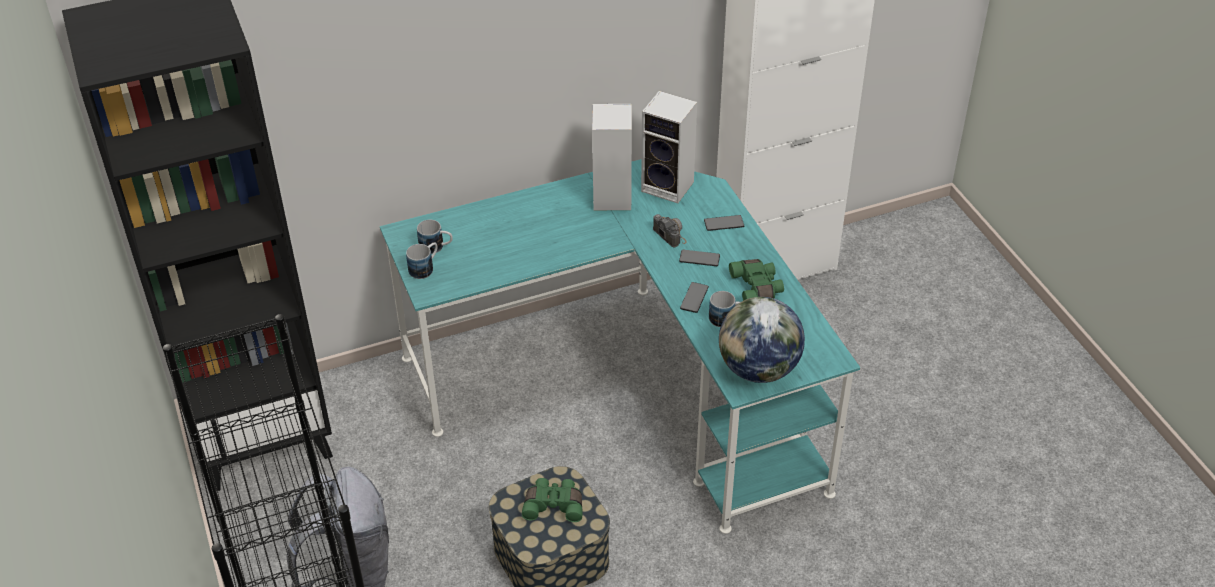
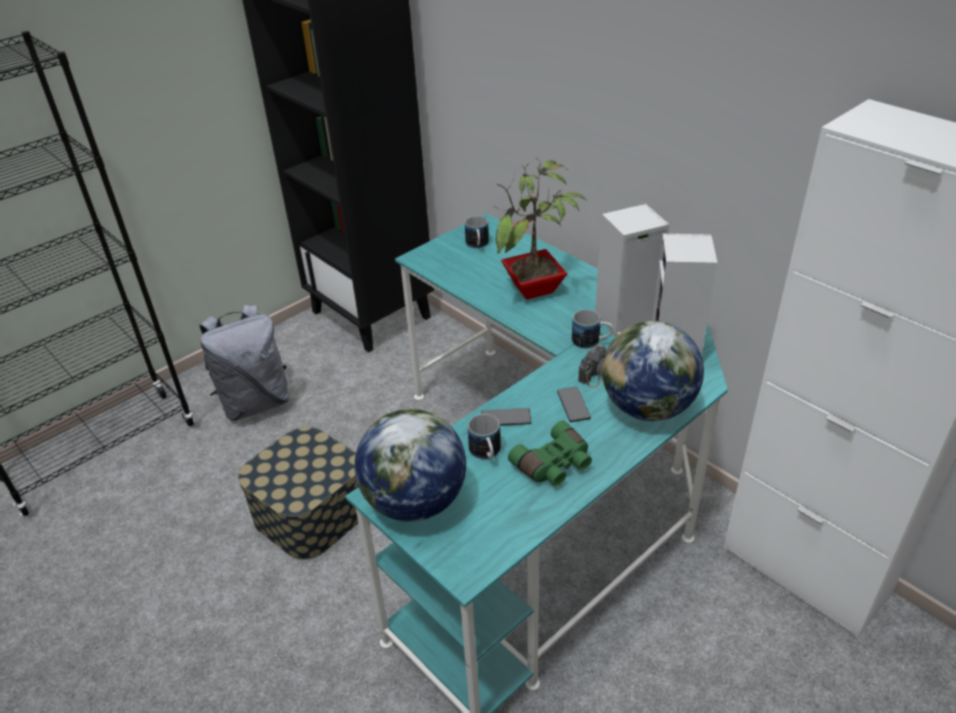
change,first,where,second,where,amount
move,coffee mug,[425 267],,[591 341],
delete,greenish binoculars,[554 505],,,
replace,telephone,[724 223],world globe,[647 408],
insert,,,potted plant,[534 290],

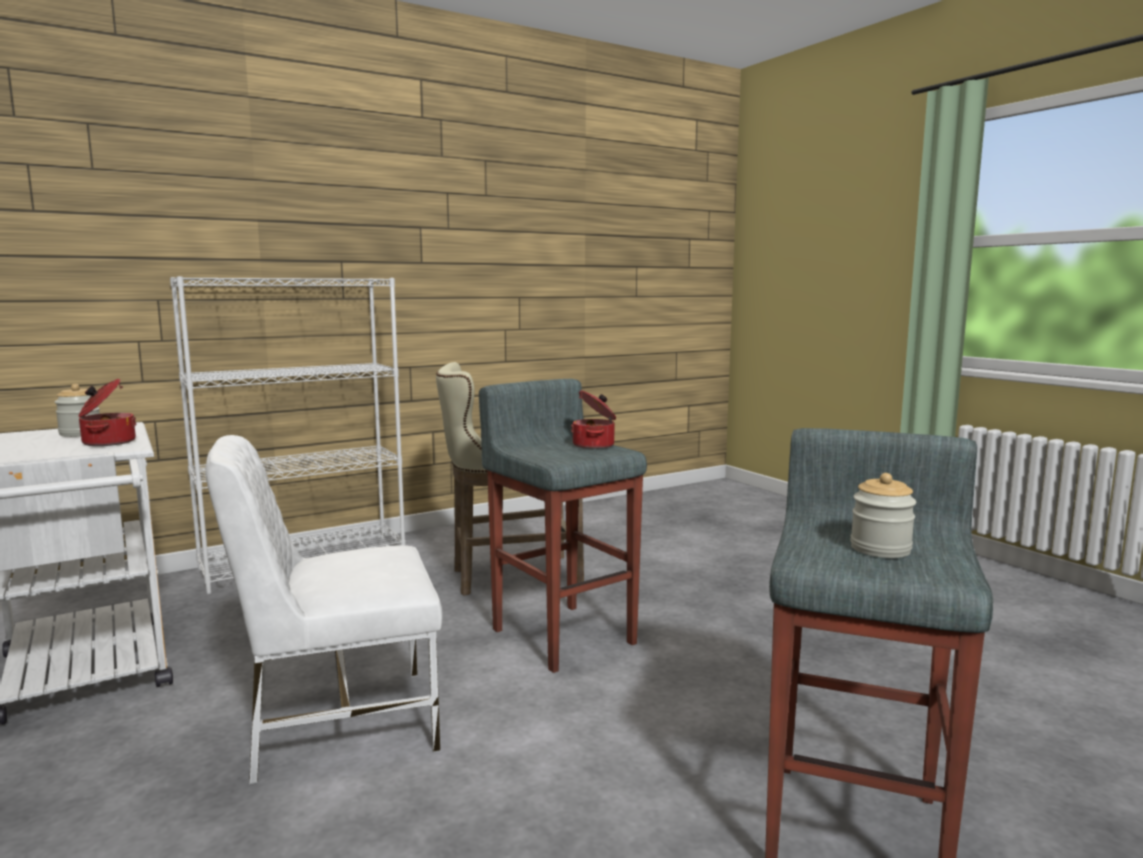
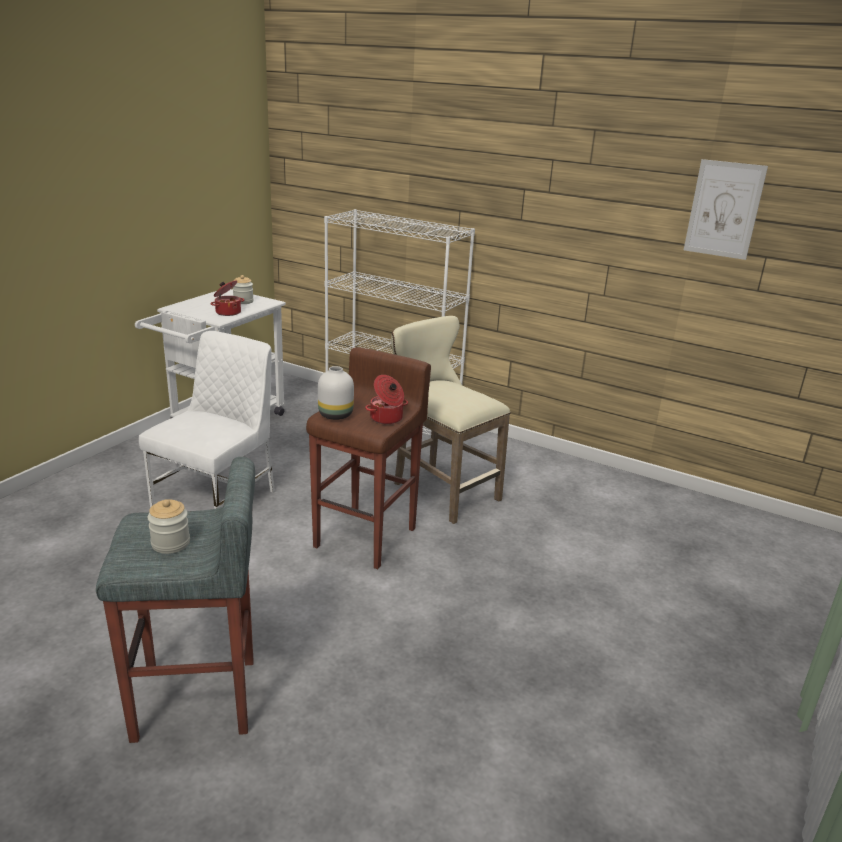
change,first,where,second,where,amount
rotate,white chair,[339 724],,[218 499],75 degrees clockwise
recolor,gray stool seat,[563 635],brown-coloured stool seat,[367 537],
insert,,,white vase,[335 415],
insert,,,picture,[724 209],

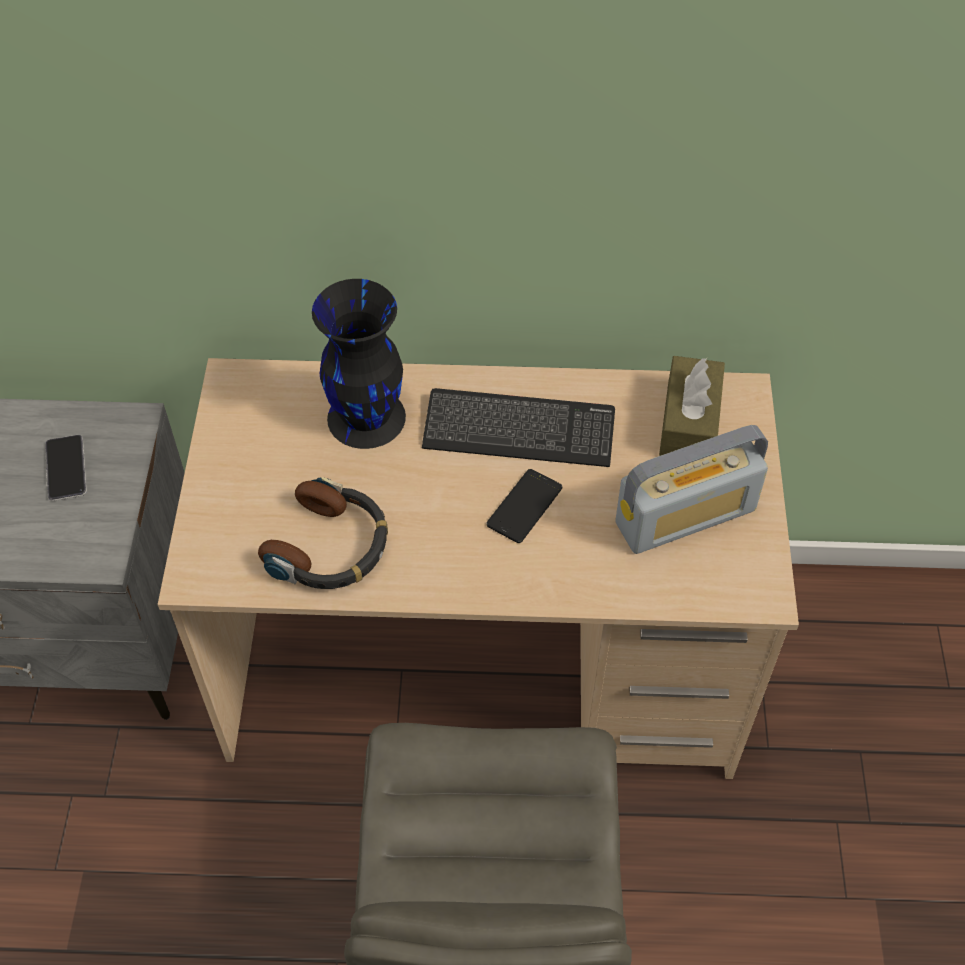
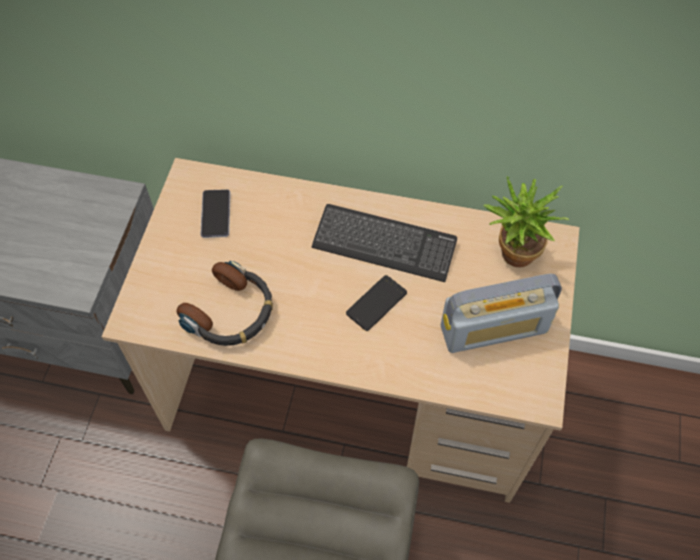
change,first,where,second,where,amount
move,telephone,[66 468],,[215 214],
delete,black-coloured vase,[367 416],,,
replace,brown-coloured box of tissues,[689 422],potted plant,[511 256],

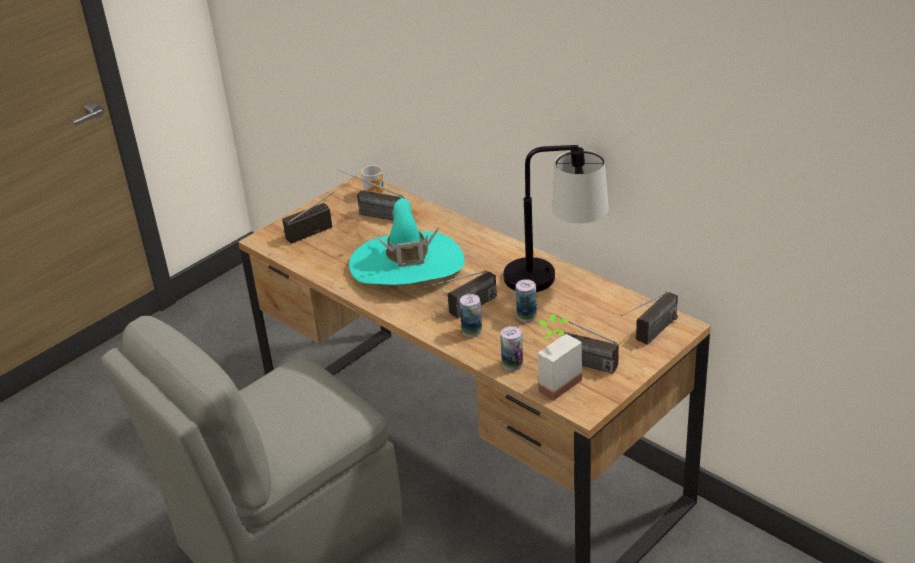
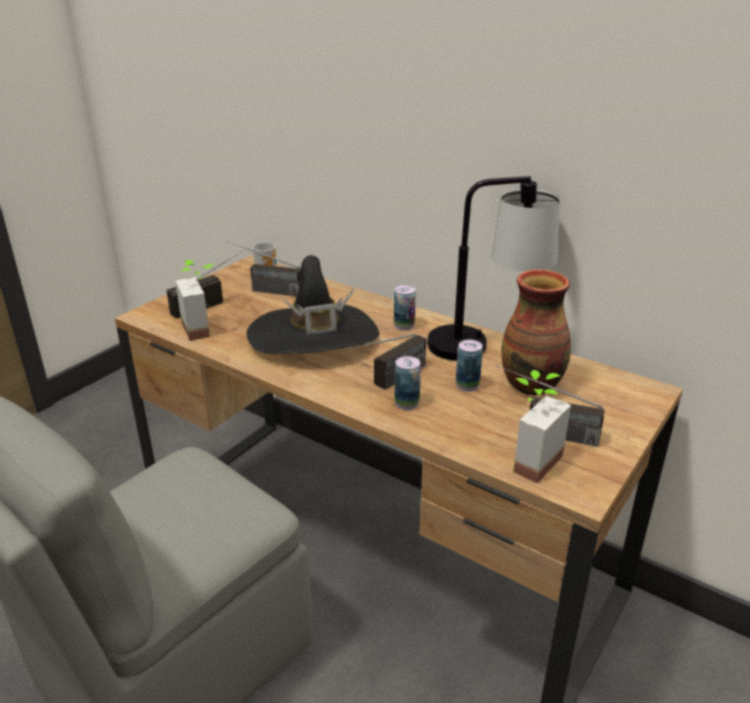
change,first,where,second,where,amount
recolor,turquoise hat,[407 265],black-coloured hat,[313 336],
move,can,[512 364],,[404 325],
delete,radio,[649 336],,,
insert,,,potted plant,[204 328],
insert,,,vase,[532 385],

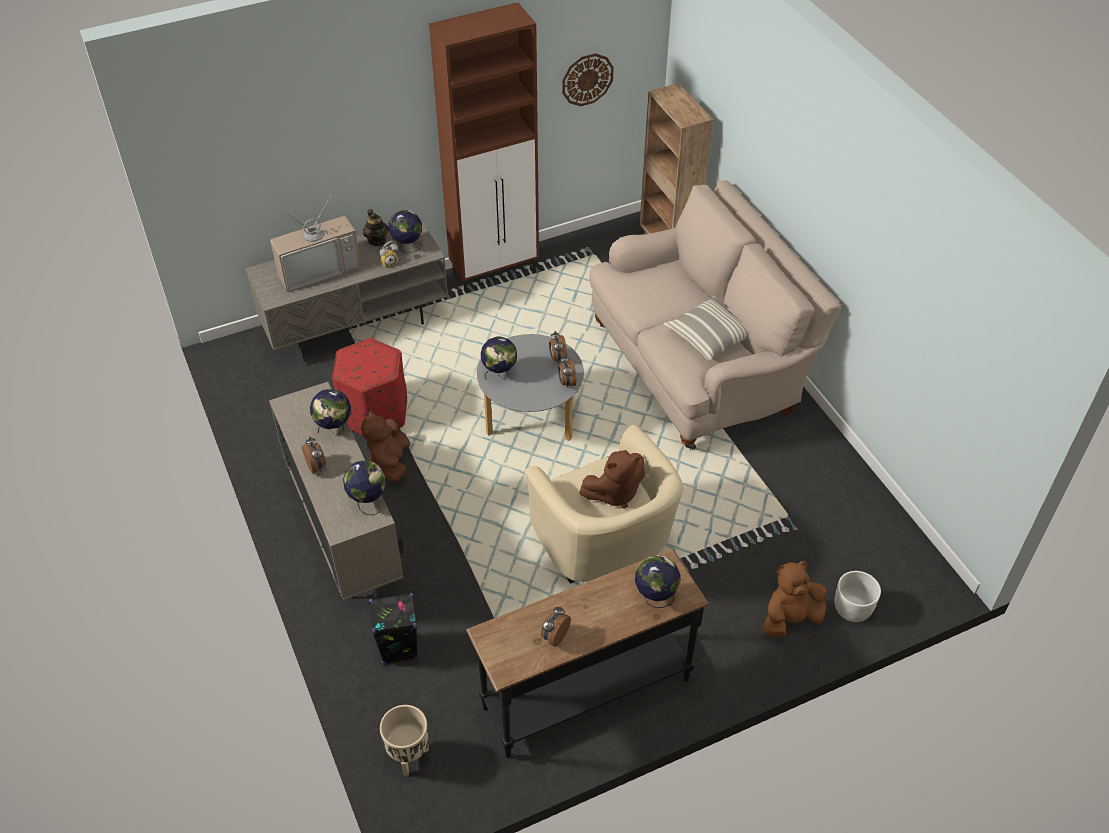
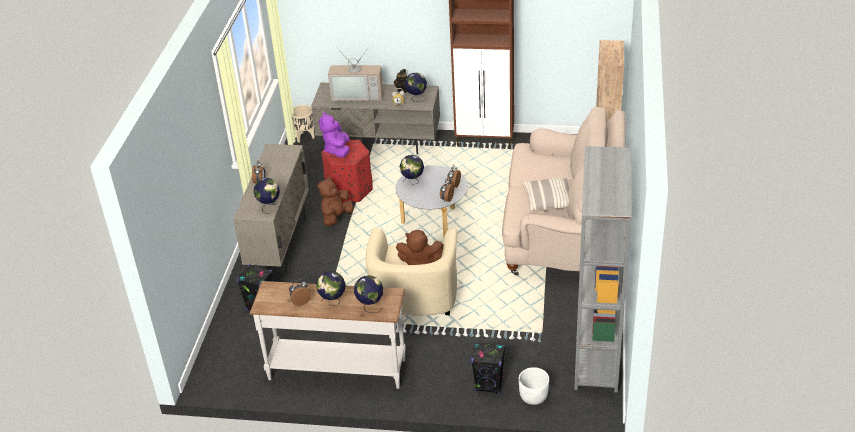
change,first,where,second,where,amount
move,world globe,[334 429],,[333 302],
move,beige-coloured planter,[409 756],,[305 137],
recolor,black-coloured console table,[585 692],white console table,[337 368],
delete,hanging clock,[587 79],,,
replace,brown-coloured soft toy,[790 618],black-coloured speaker,[489 385],
insert,,,purple soft toy,[337 150],
insert,,,gray bookshelf,[596 354],

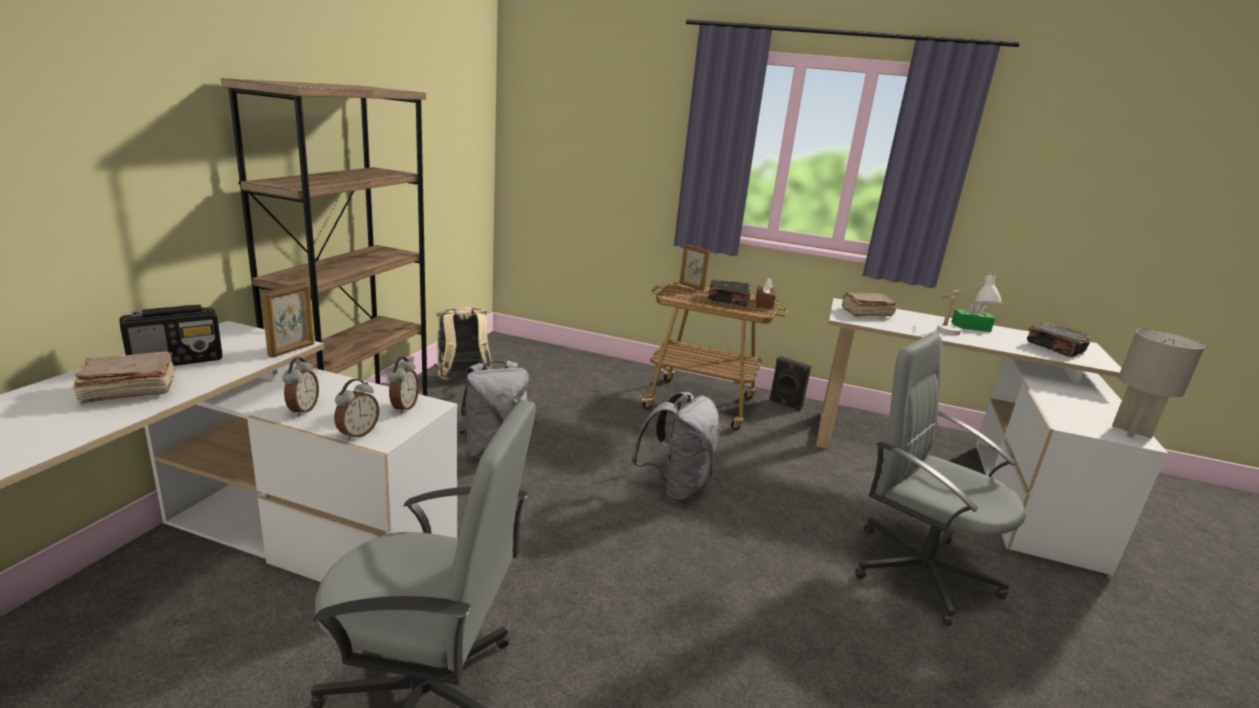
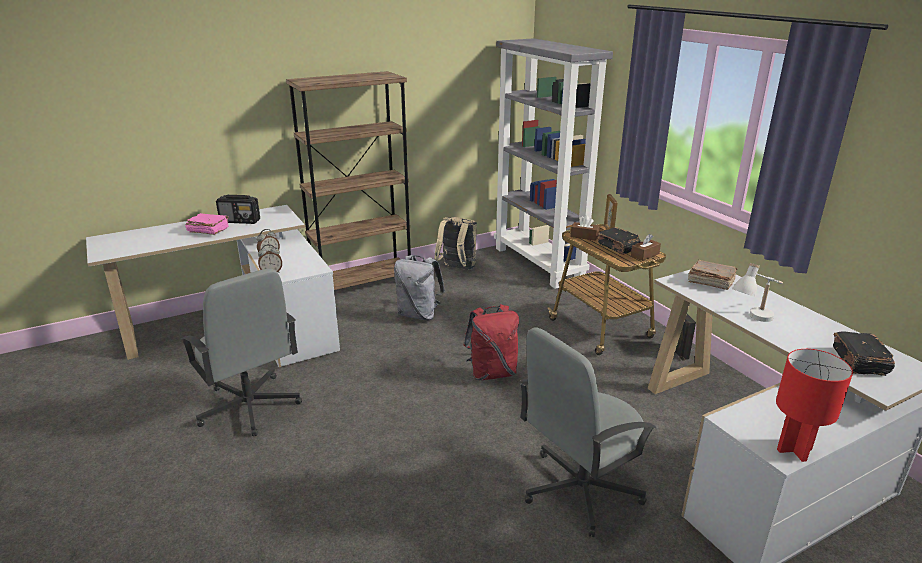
change,first,where,second,where,amount
recolor,brown-coloured bound book,[128 390],pink-coloured bound book,[208 230],
delete,photo frame,[292 350],,,
delete,table clock,[403 407],,,
recolor,gray backpack,[675 487],red backpack,[492 372],
rotate,gray office chair,[919 570],,[579 489],120 degrees counterclockwise
delete,greenish box of tissues,[970 327],,,
recolor,gray tabletop lamp,[1130 431],red tabletop lamp,[794 449],
insert,,,gray bookshelf,[539 264],
insert,,,brown-coloured box of tissues,[584 236],

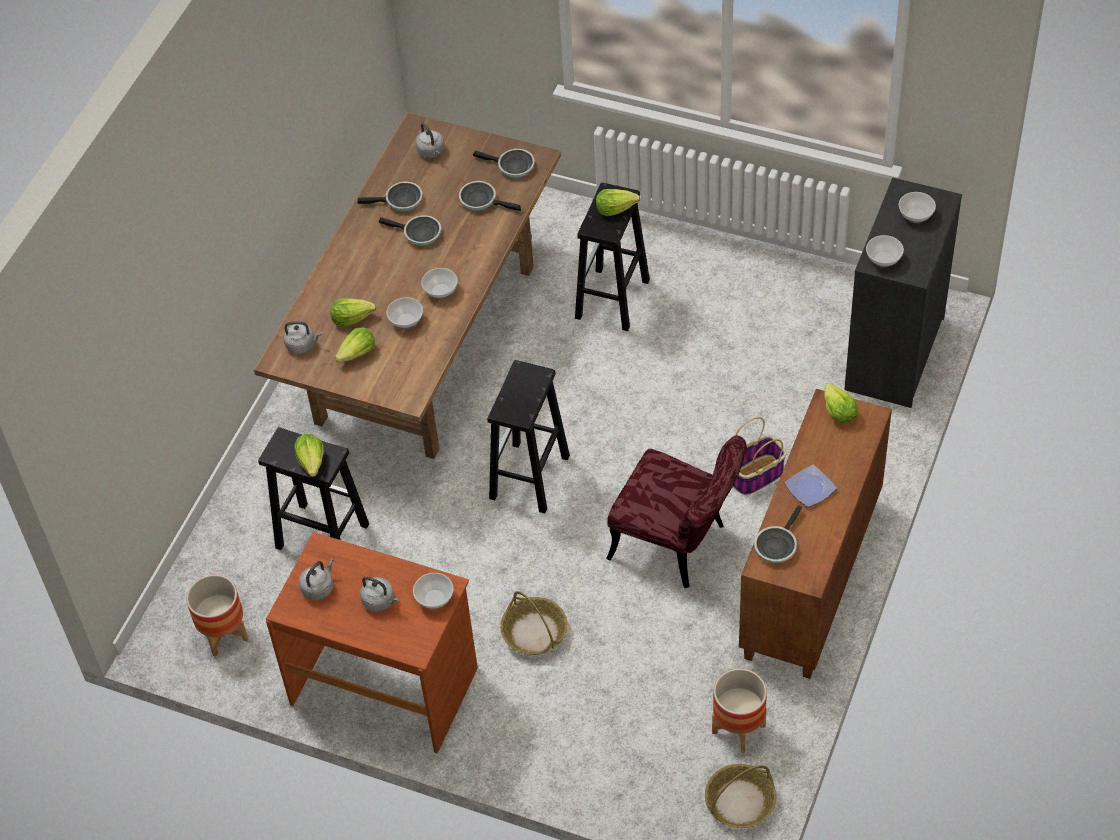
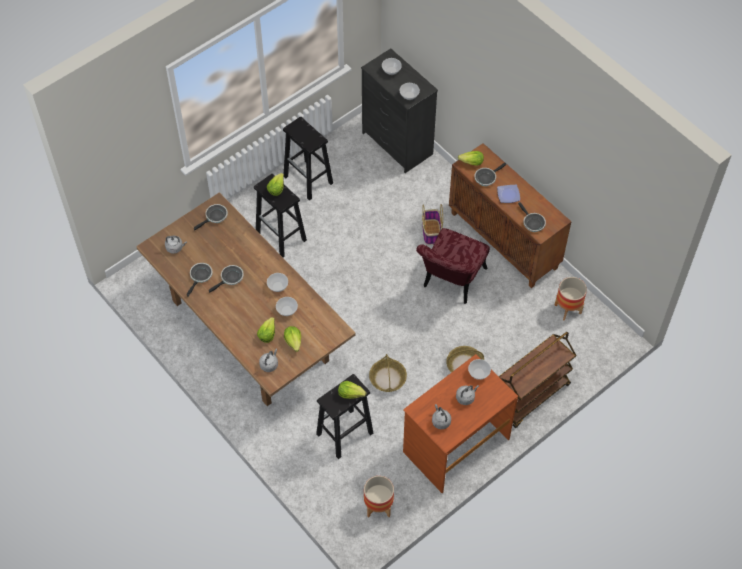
change,first,where,second,where,amount
move,frying pan,[481 200],,[486 178],
move,black-coloured stool seat,[529 478],,[309 180],
rotate,red chair,[678 545],,[451 282],150 degrees clockwise
move,basket,[740 802],,[388 379],
insert,,,brown-coloured cart,[531 396],

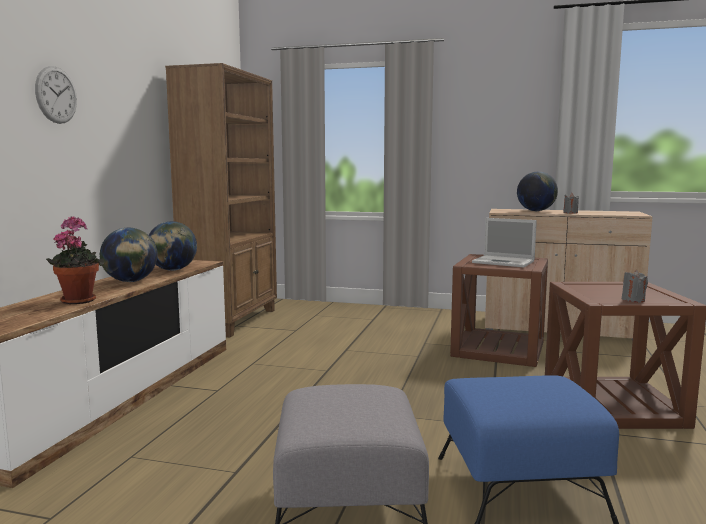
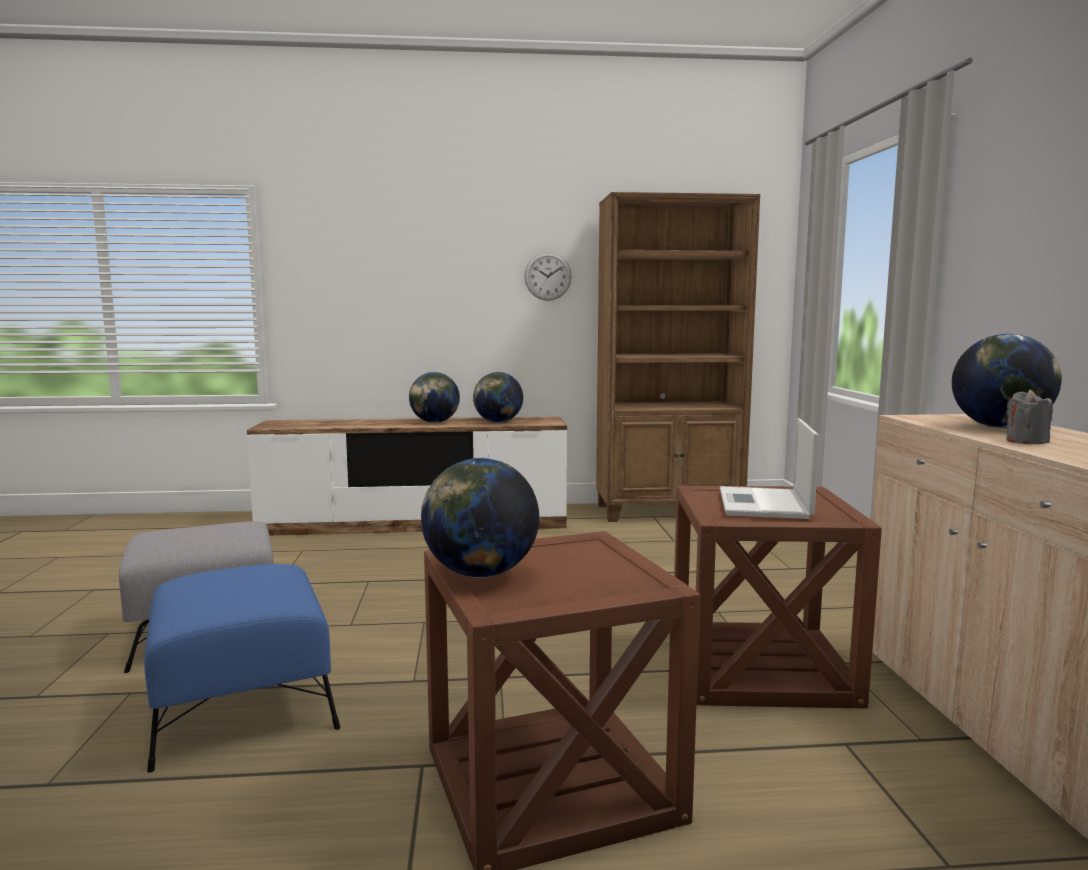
change,first,where,second,where,amount
move,hanging clock,[56 95],,[548 276],
delete,potted plant,[78 300],,,
replace,gray wax light,[633 300],world globe,[481 574],

